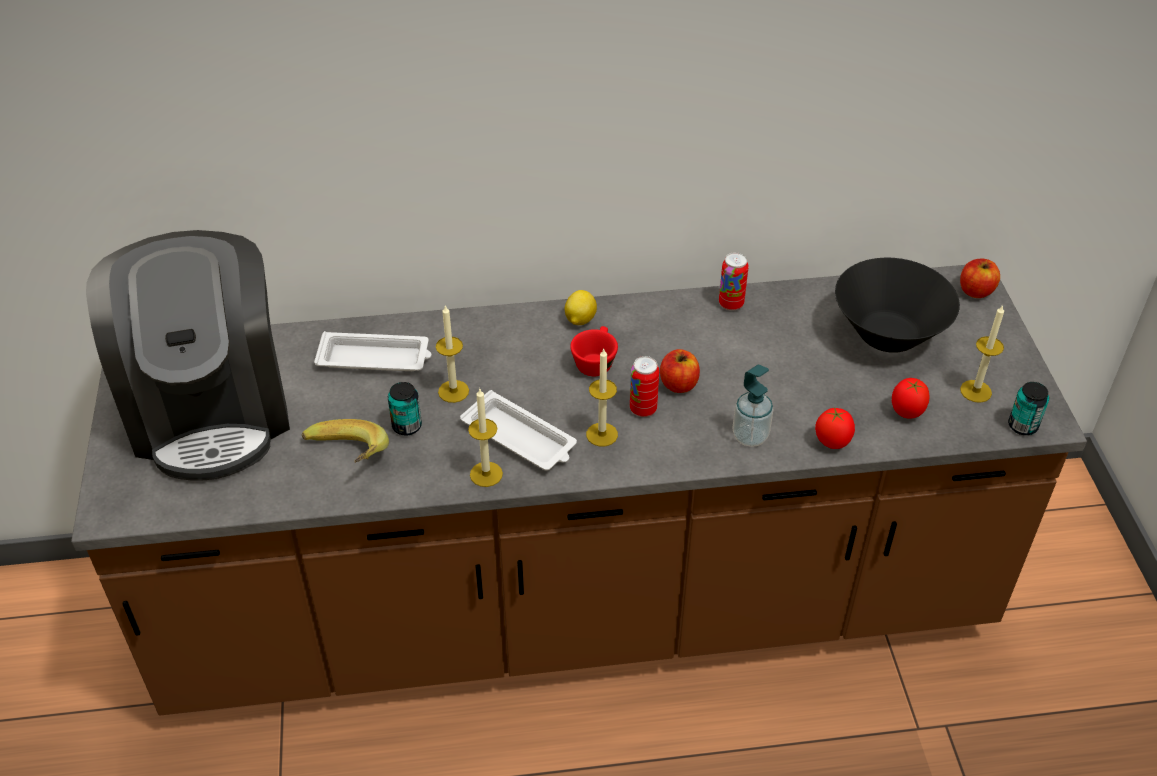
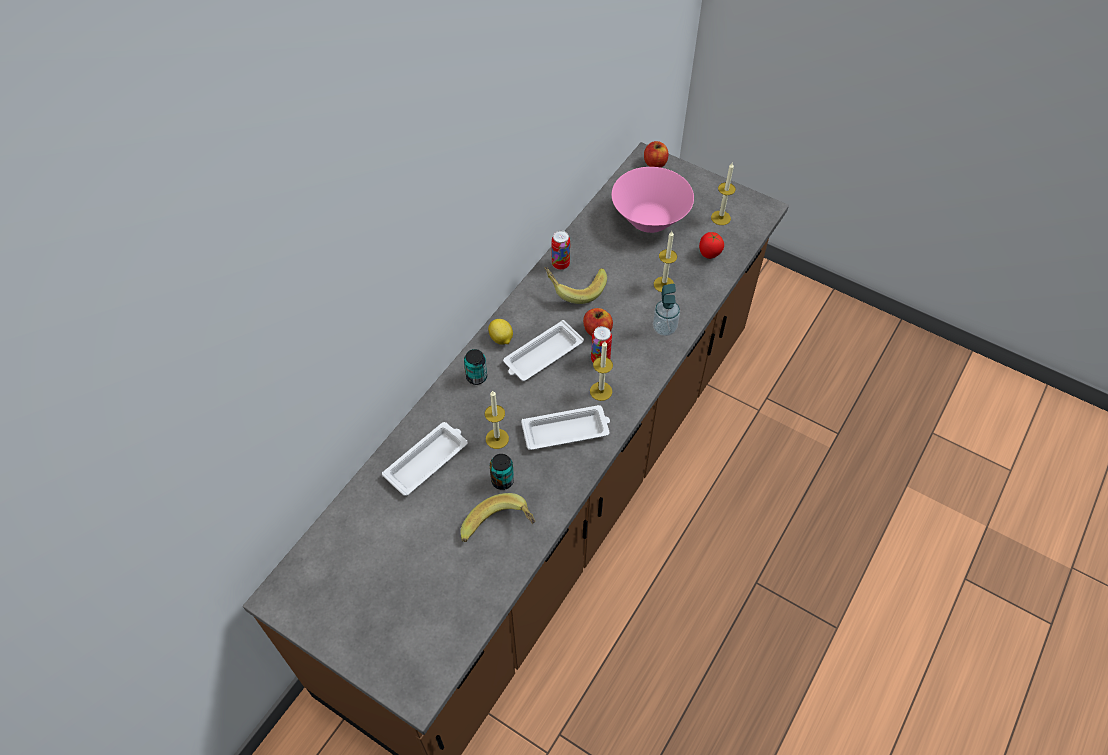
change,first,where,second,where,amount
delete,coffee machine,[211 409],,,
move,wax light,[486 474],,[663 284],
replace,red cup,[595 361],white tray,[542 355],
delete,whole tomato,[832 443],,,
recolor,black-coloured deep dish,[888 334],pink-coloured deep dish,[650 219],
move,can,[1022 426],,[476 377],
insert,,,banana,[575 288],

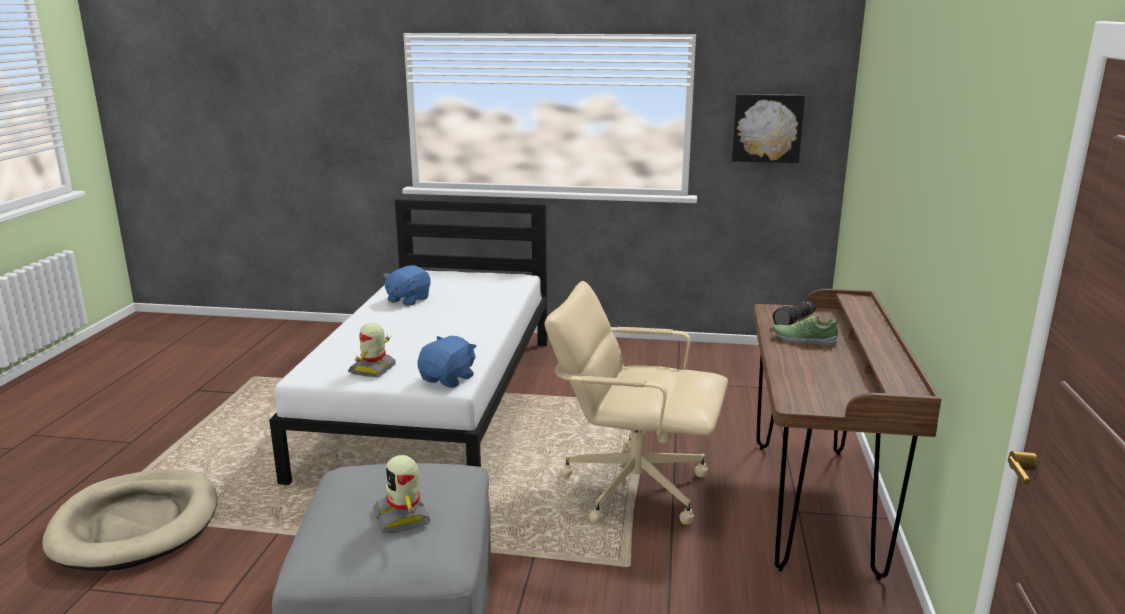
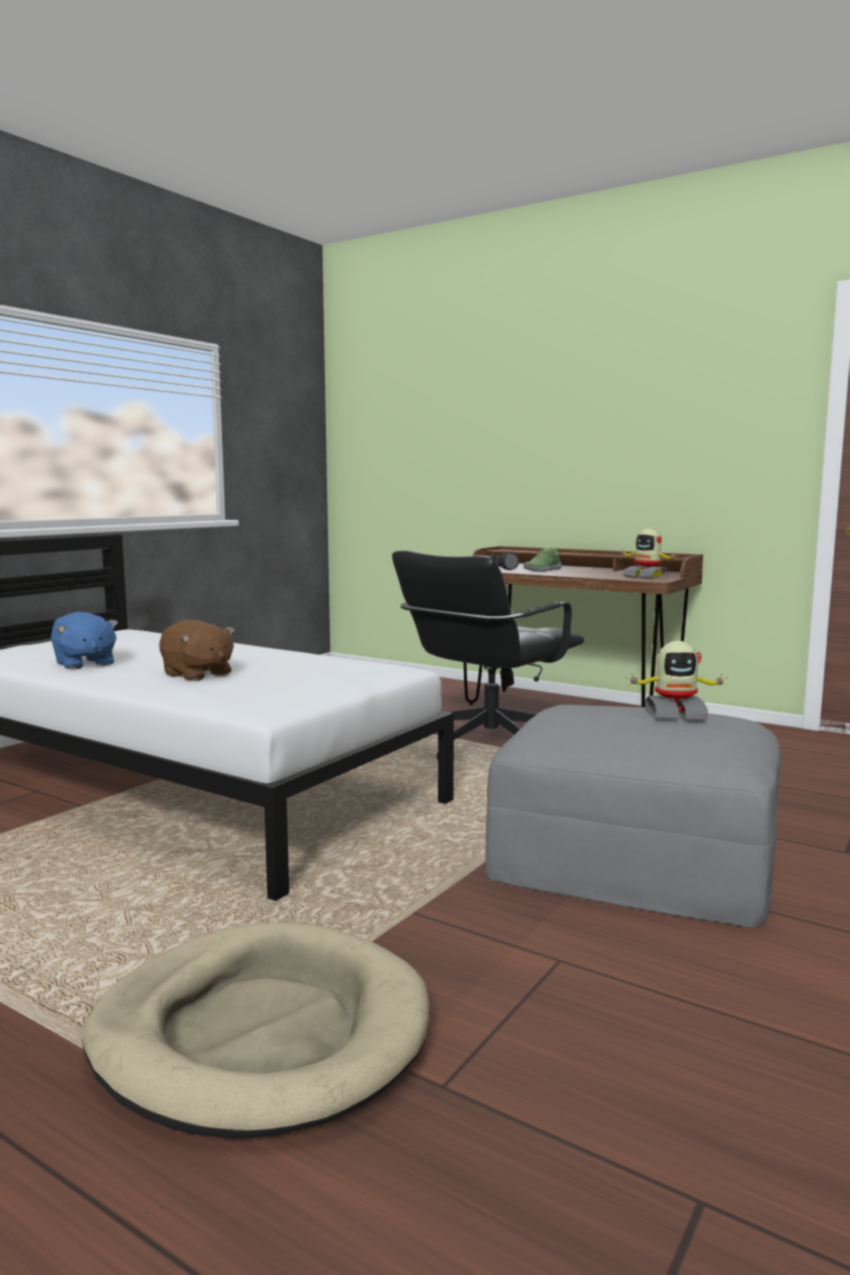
change,first,where,second,where,amount
move,robot figure,[373 369],,[646 577],
delete,blue-coloured soft toy,[448 379],,,
recolor,beige-coloured office chair,[633 487],black-coloured office chair,[488 746],
delete,picture,[767 128],,,
insert,,,brown-coloured soft toy,[197 674],

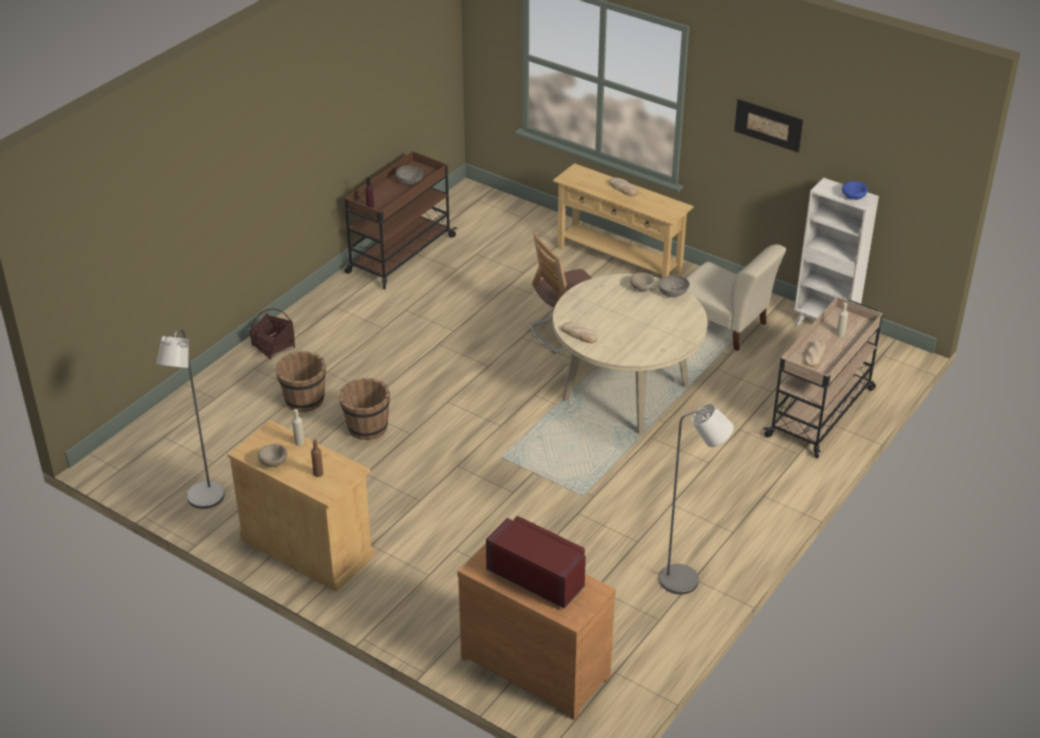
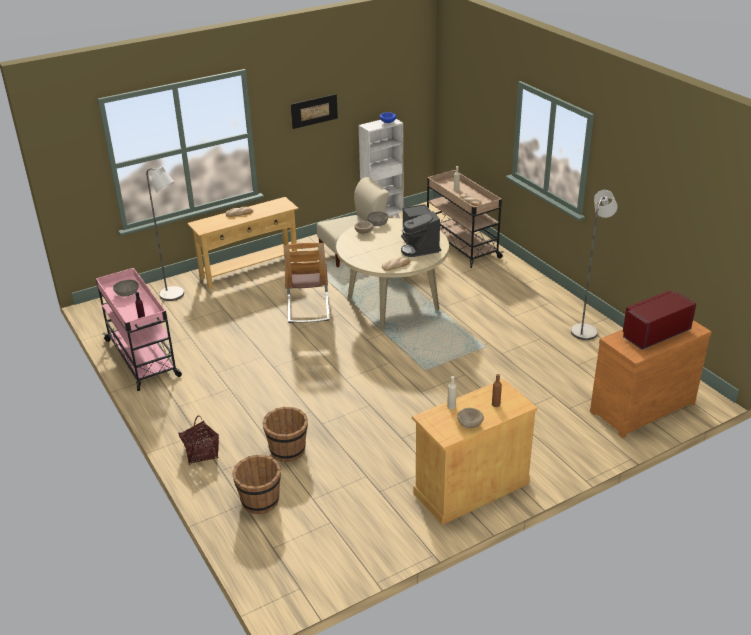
change,first,where,second,where,amount
move,gray standing lamp,[203 501],,[175 295],
move,brown-coloured pail,[367 428],,[260 501],
recolor,brown-coloured cart,[399 255],pink-coloured cart,[143 359],
insert,,,coffee machine,[419 247],

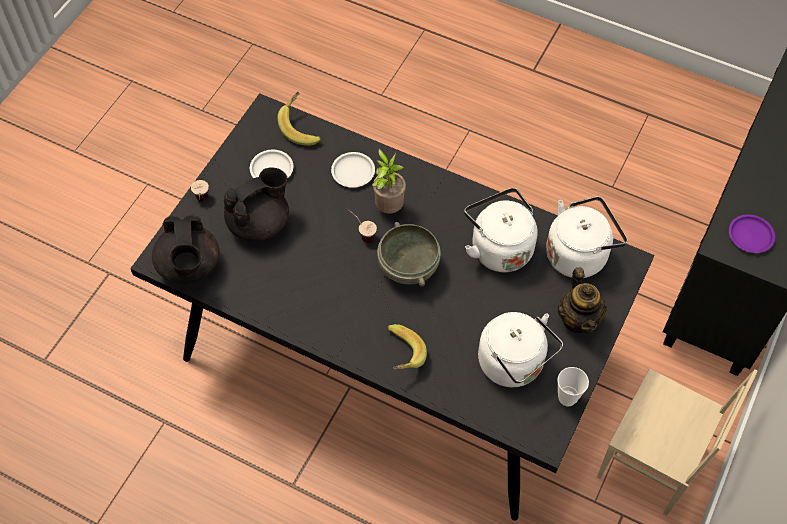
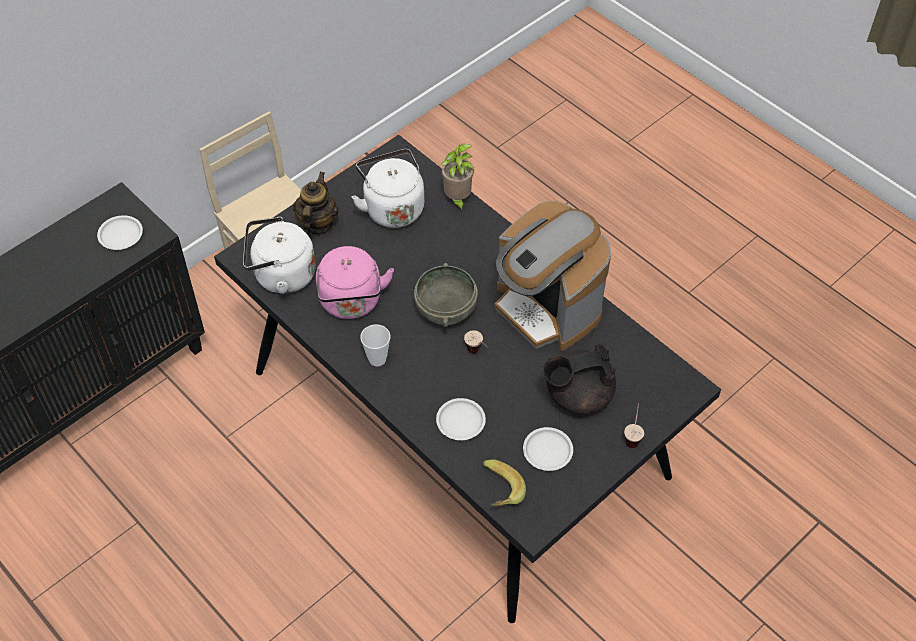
change,first,where,second,where,amount
delete,black-coloured teapot,[189 267],,,
move,potted plant,[388 207],,[457 199],
delete,banana,[400 355],,,
recolor,white tea kettle,[498 247],pink-coloured tea kettle,[351 303],
move,cup,[567 398],,[377 359],
recolor,purple flat dish,[751 235],white flat dish,[120 235],
insert,,,coffee machine,[546 308],

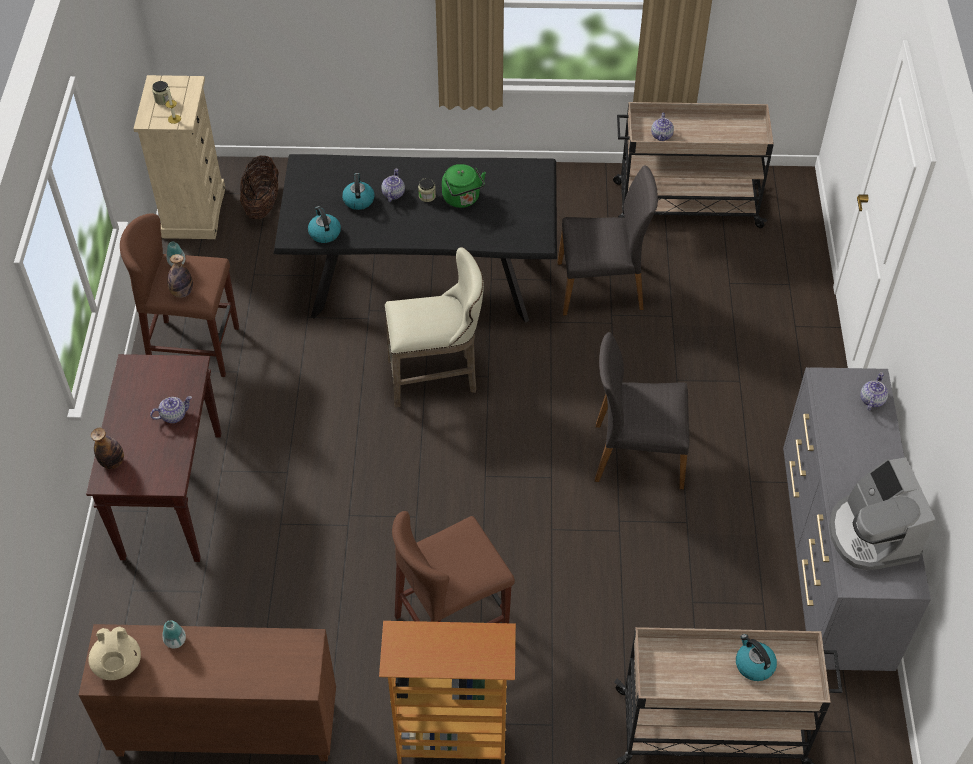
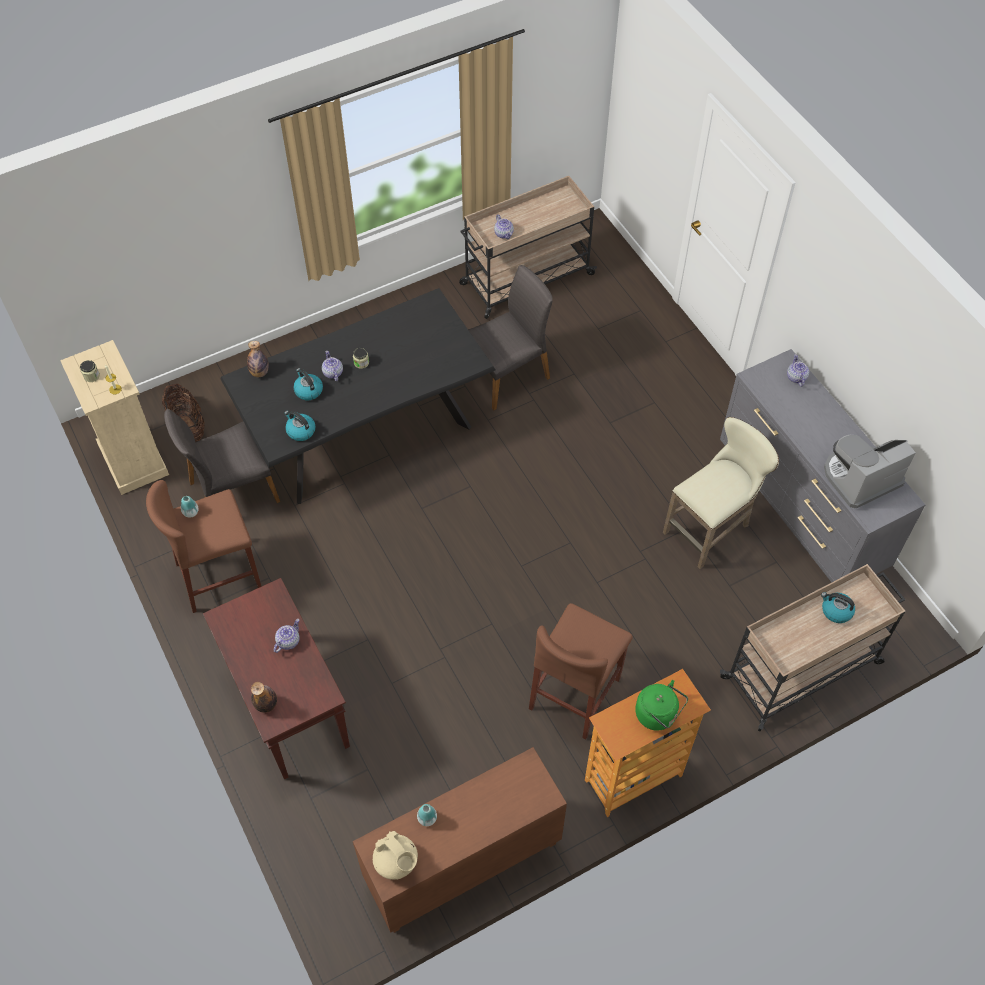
change,first,where,second,where,amount
move,beverage bottle,[182 292],,[259 372],
move,beige-coloured stool seat,[437 378],,[711 528],
move,greenish tea kettle,[462 199],,[658 715],
move,gray chair,[637 454],,[232 491],
rotate,coffee machine,[871 535],,[860 477],105 degrees clockwise

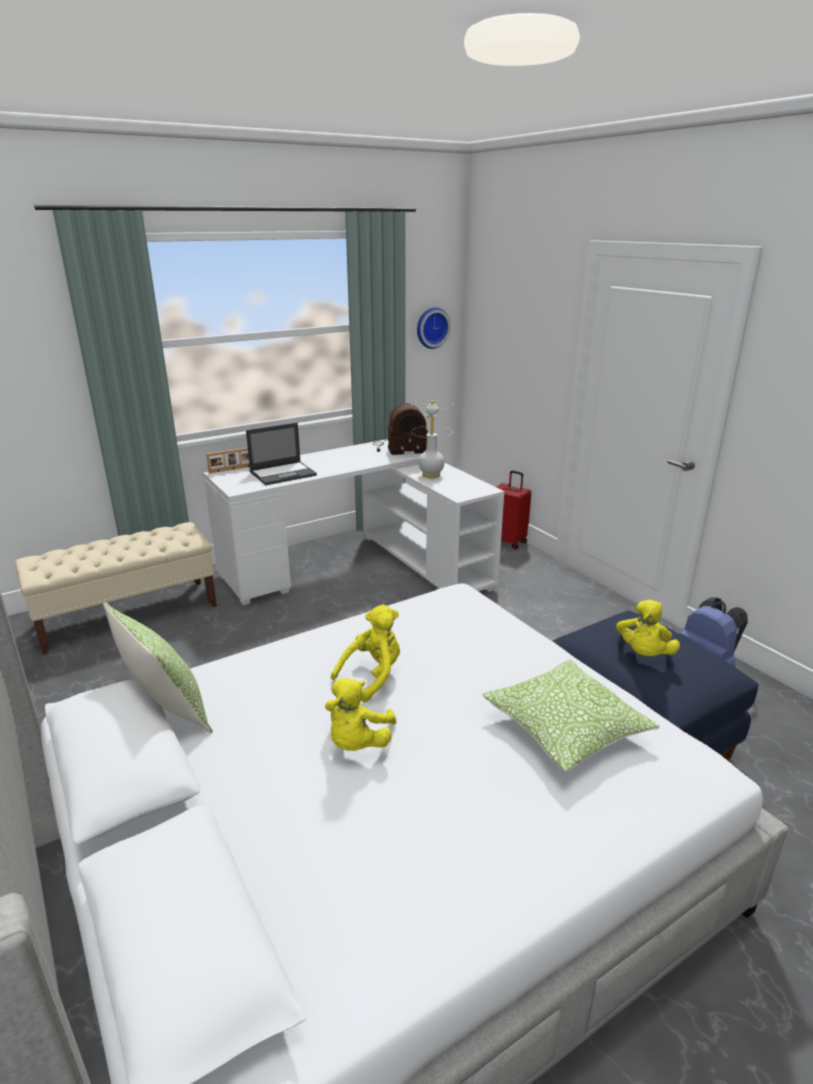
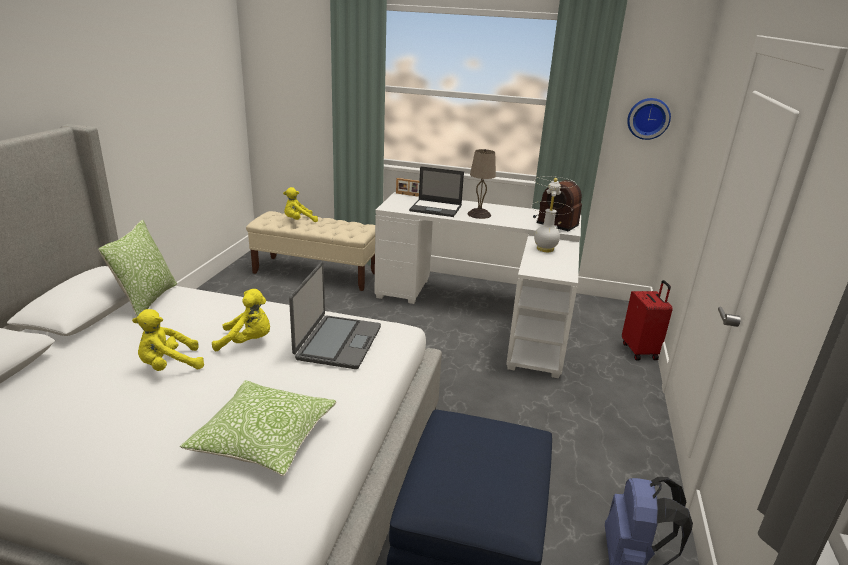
change,first,where,second,where,amount
move,yellowish soft toy,[643 654],,[299 221],
insert,,,portable computer,[337 342],
insert,,,beige-coloured tabletop lamp,[478 214],

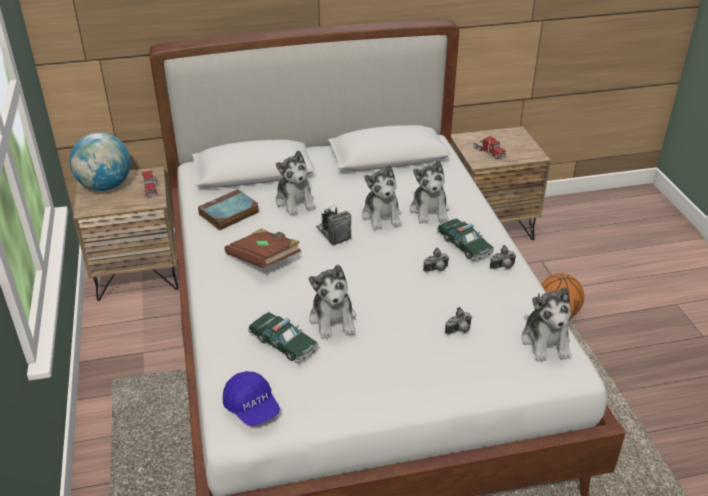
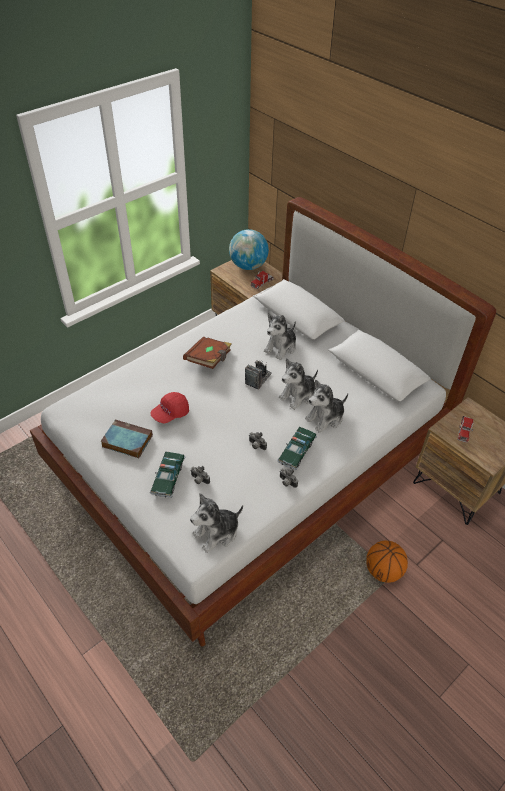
change,first,where,second,where,amount
move,bound book,[228 214],,[126 441],
delete,blue-coloured baseball cap,[252 408],,,
move,miniature car,[283 343],,[168 477],
replace,soft toy,[333 319],red baseball cap,[170 413],

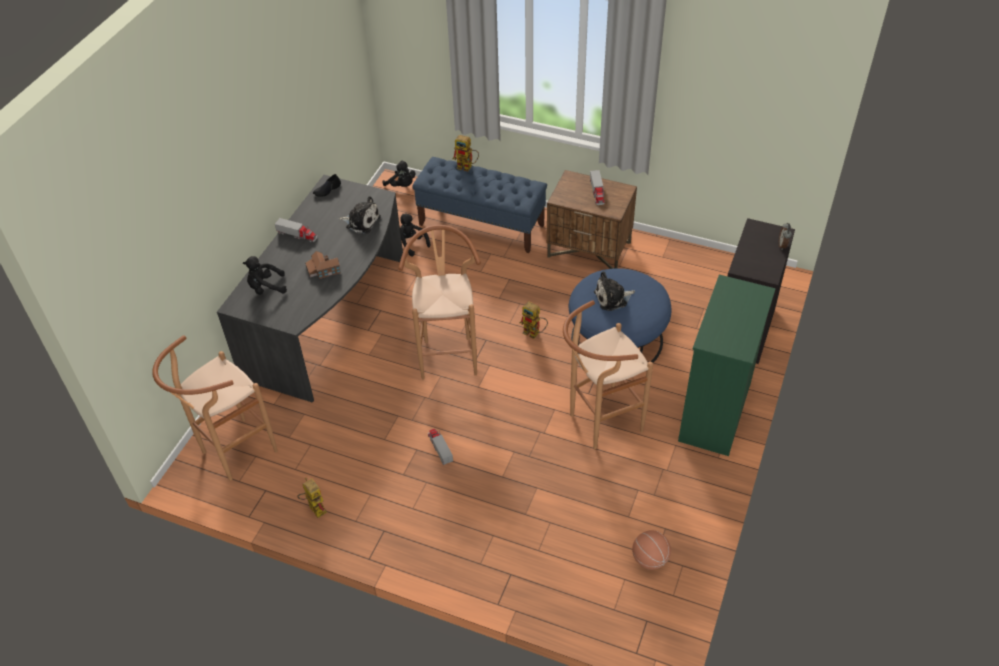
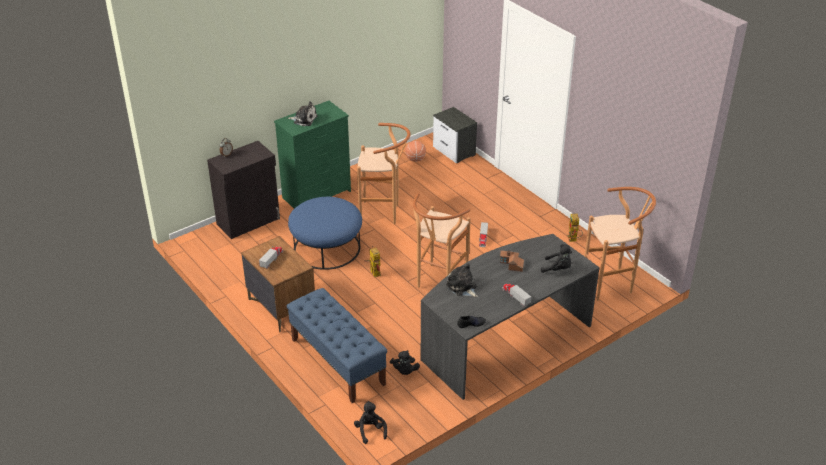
change,first,where,second,where,amount
delete,robot figure,[467 167],,,
move,soft toy,[612 298],,[304 119],
insert,,,night table,[454 151],

